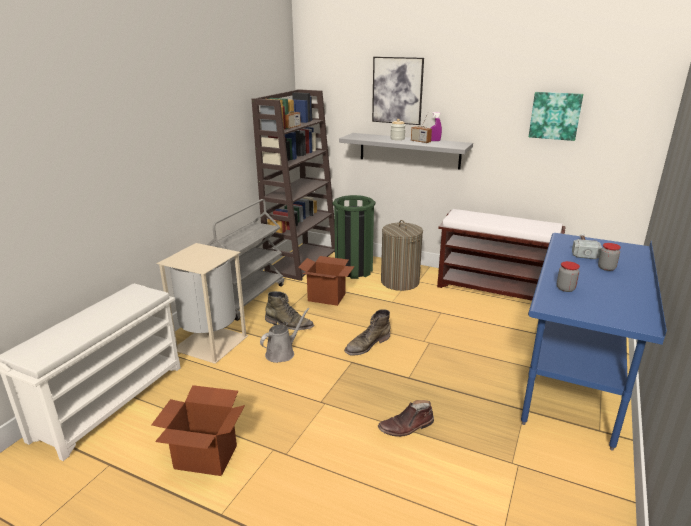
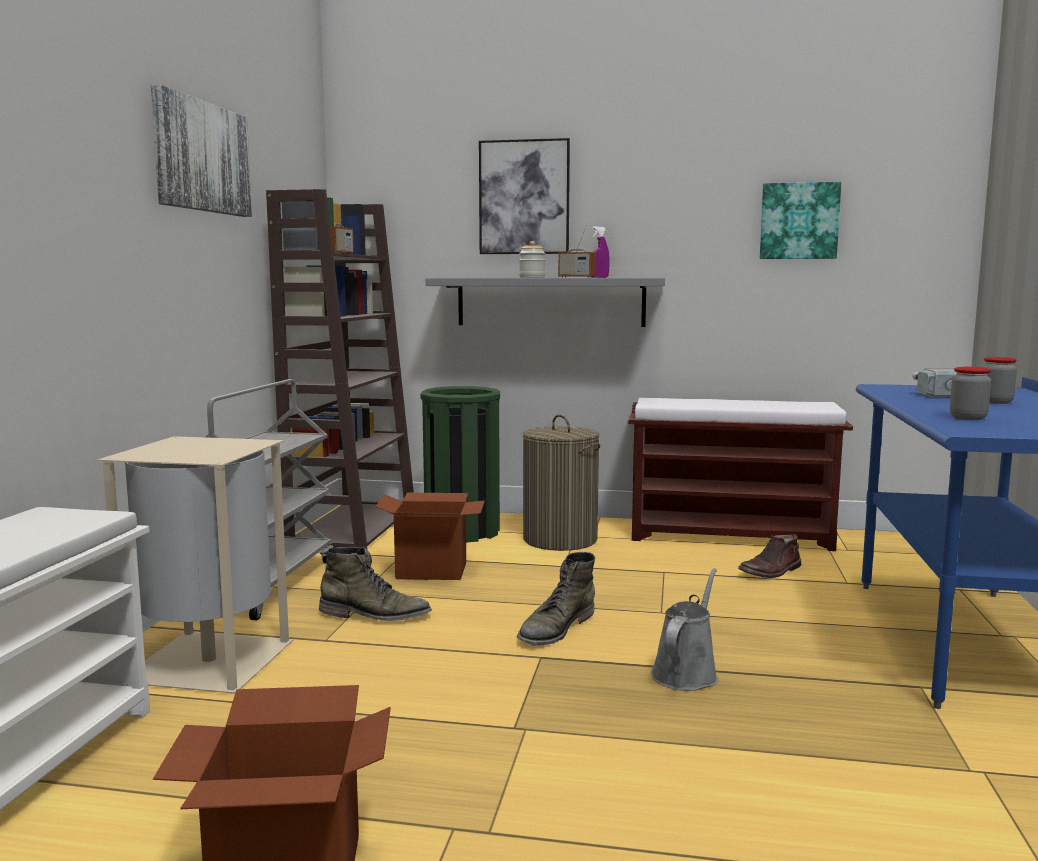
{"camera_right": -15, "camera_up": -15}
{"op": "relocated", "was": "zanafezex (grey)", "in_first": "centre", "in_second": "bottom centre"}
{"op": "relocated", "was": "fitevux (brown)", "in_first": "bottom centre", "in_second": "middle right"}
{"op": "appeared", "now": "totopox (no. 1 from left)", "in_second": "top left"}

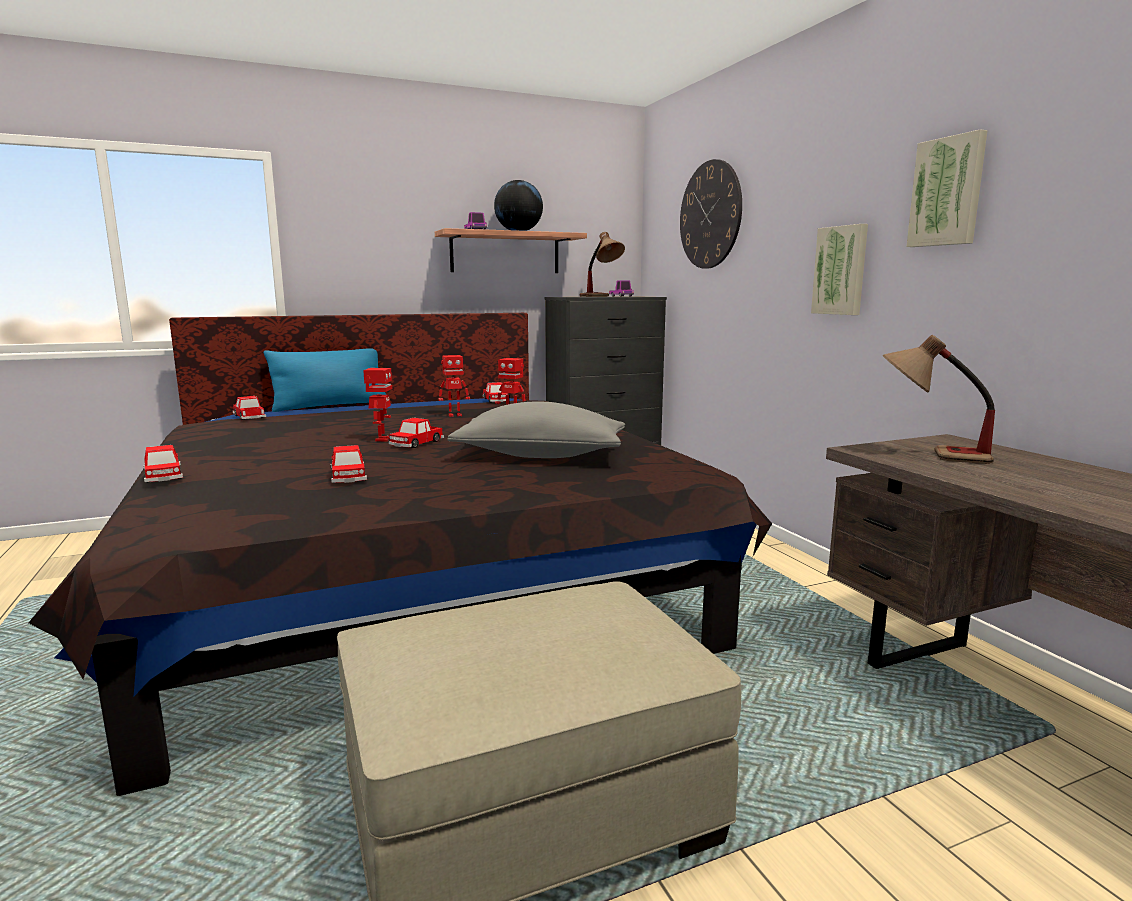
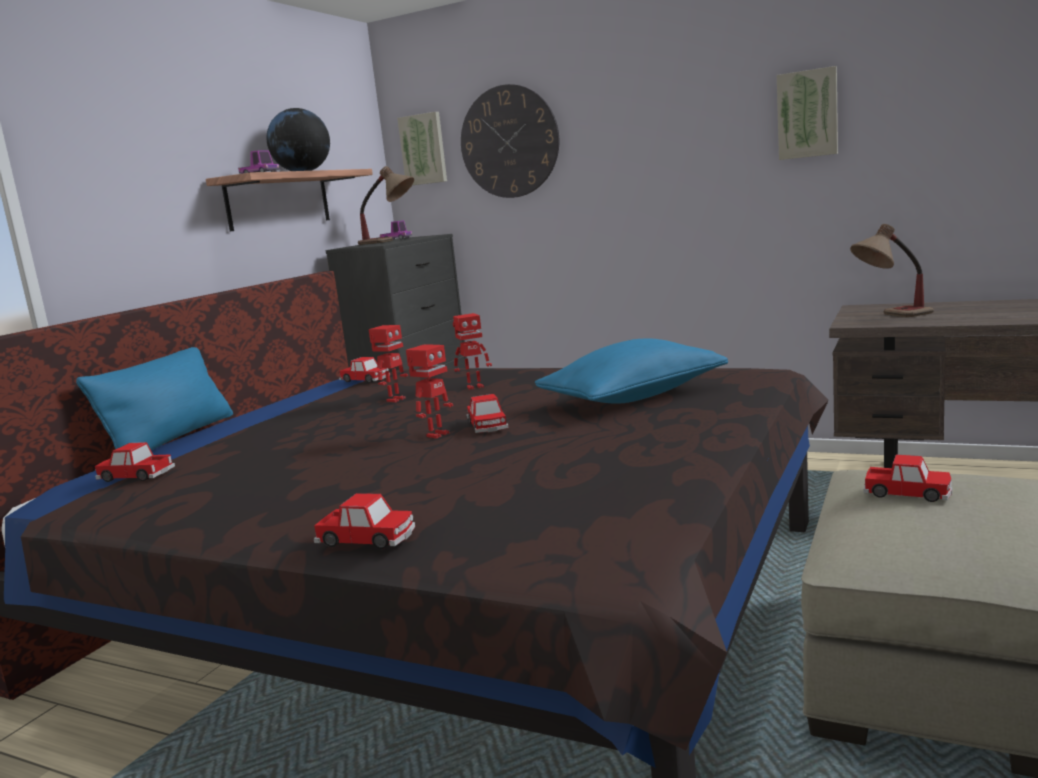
{"camera_right": -40, "camera_up": 0}
{"op": "relocated", "was": "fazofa (no. 3 from left in the first image)", "now": "fazofa (no. 5 from left)", "in_first": "middle left", "in_second": "middle right"}
{"op": "spun", "was": "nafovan (no. 1 from left in the first image)", "in_first": "middle left", "in_second": "centre", "clockwise": 75}
{"op": "colour", "was": "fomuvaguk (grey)", "now": "fomuvaguk (blue) (no. 2 from left)", "in_first": "centre", "in_second": "centre"}
{"op": "relocated", "was": "totopox (no. 1 from left)", "in_first": "top right", "in_second": "top centre"}

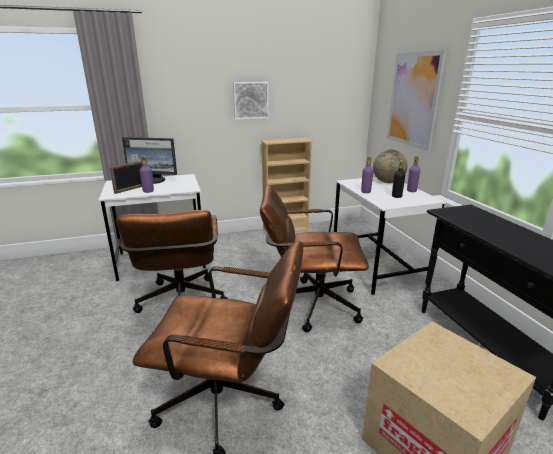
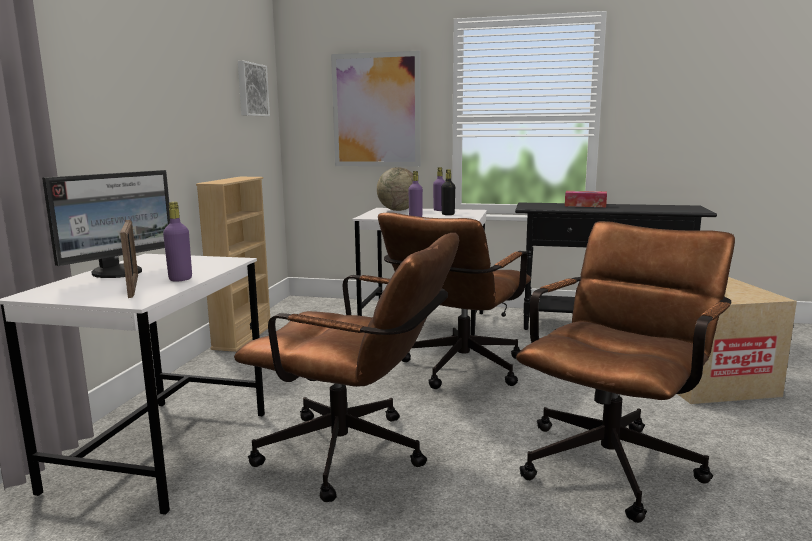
{"camera_right": -60, "camera_up": -10}
{"op": "relocated", "was": "totopox (no. 1 from left)", "in_first": "top centre", "in_second": "top left"}
{"op": "appeared", "now": "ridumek", "in_second": "middle right"}

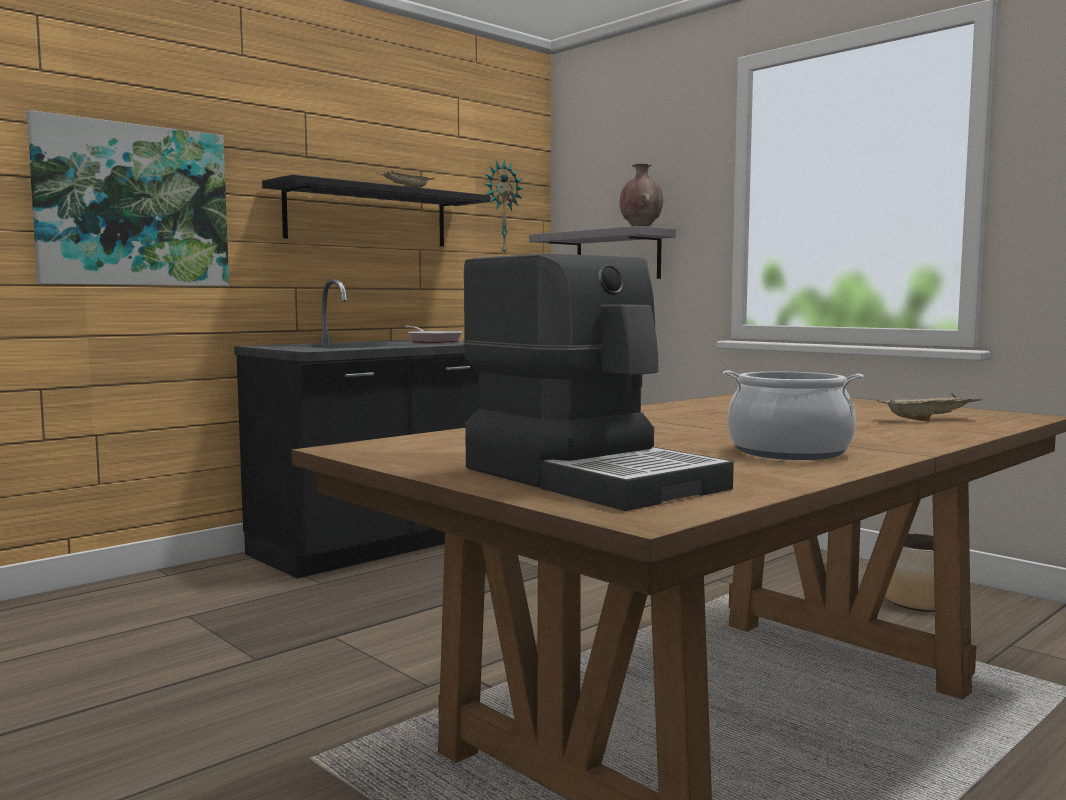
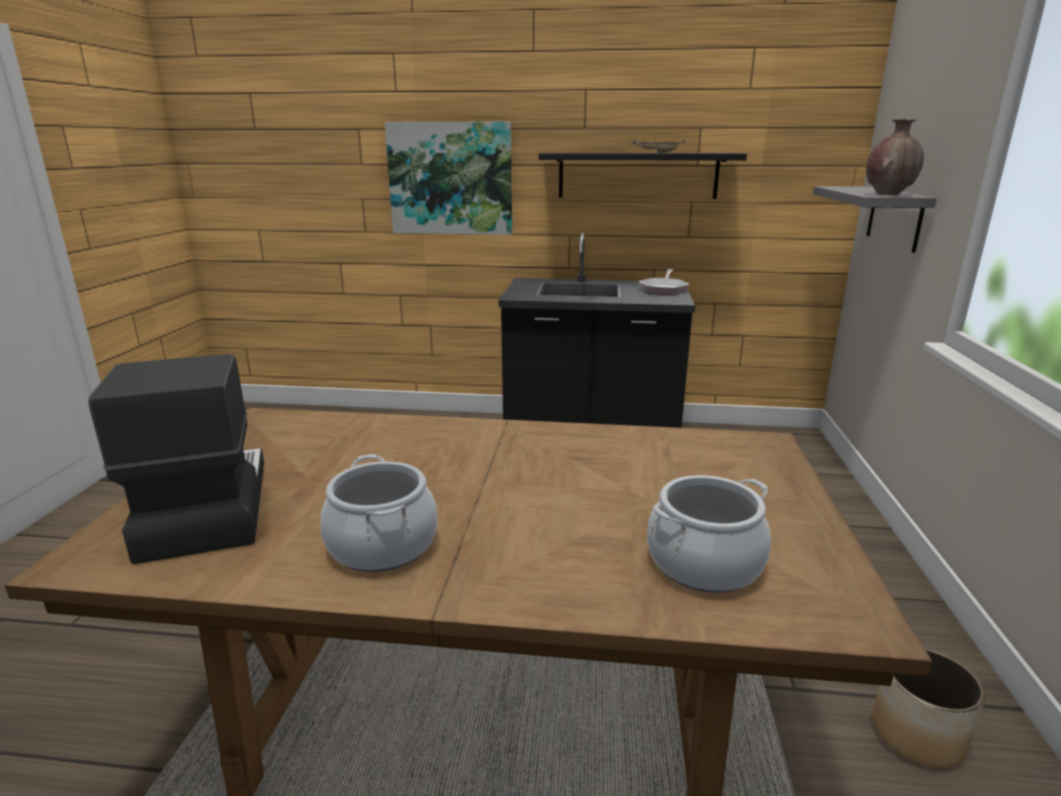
{"camera_right": 50, "camera_up": 15}
{"op": "spun", "was": "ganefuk", "in_first": "centre", "in_second": "middle left", "clockwise": 150}
{"op": "missing", "was": "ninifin", "in_first": "top centre"}
{"op": "exchanged", "was": "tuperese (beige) (no. 2 from left)", "now": "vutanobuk (no. 2 from left)", "in_first": "middle right", "in_second": "bottom right"}

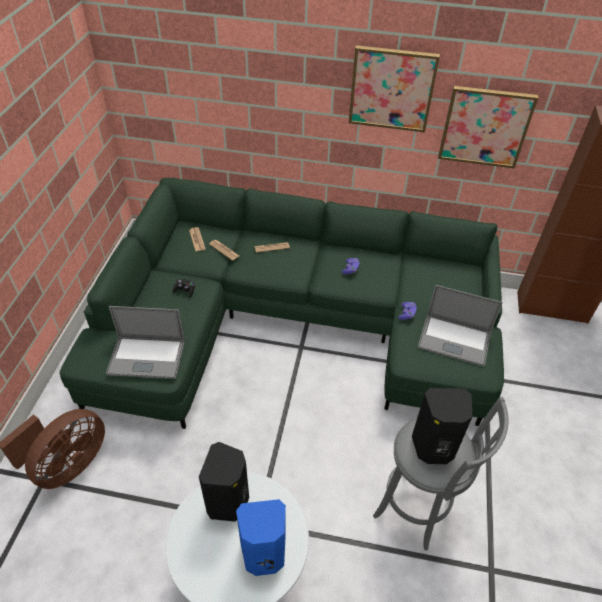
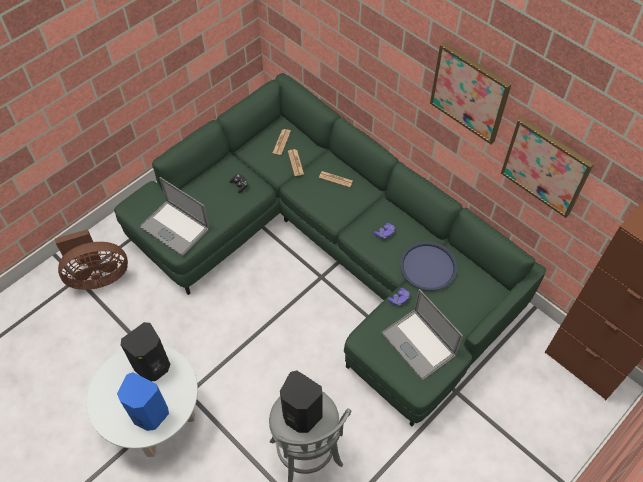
{"camera_right": 35, "camera_up": 10}
{"op": "appeared", "now": "tuperese (blue)", "in_second": "centre"}

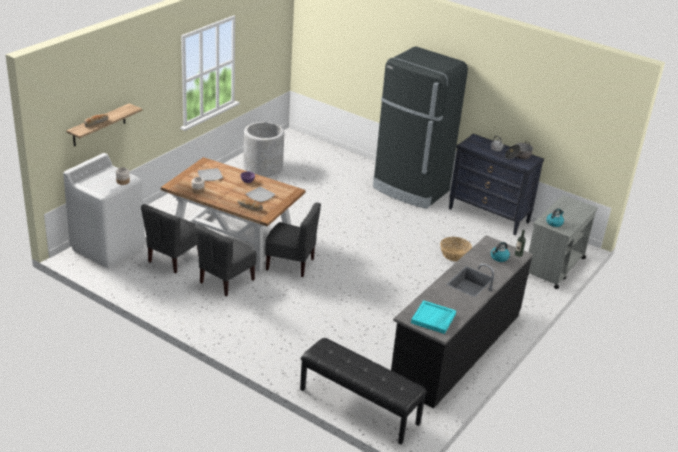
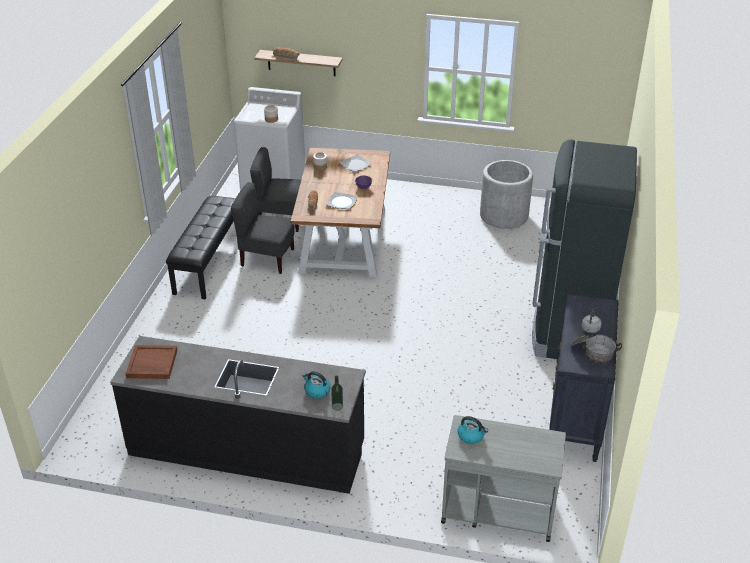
{"camera_right": 70, "camera_up": 5}
{"op": "missing", "was": "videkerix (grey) (no. 3 from left)", "in_first": "centre"}
{"op": "relocated", "was": "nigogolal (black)", "in_first": "bottom centre", "in_second": "middle left"}
{"op": "colour", "was": "tuperese (turquoise)", "now": "tuperese (brown)", "in_first": "bottom centre", "in_second": "middle left"}
{"op": "missing", "was": "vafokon", "in_first": "middle right"}

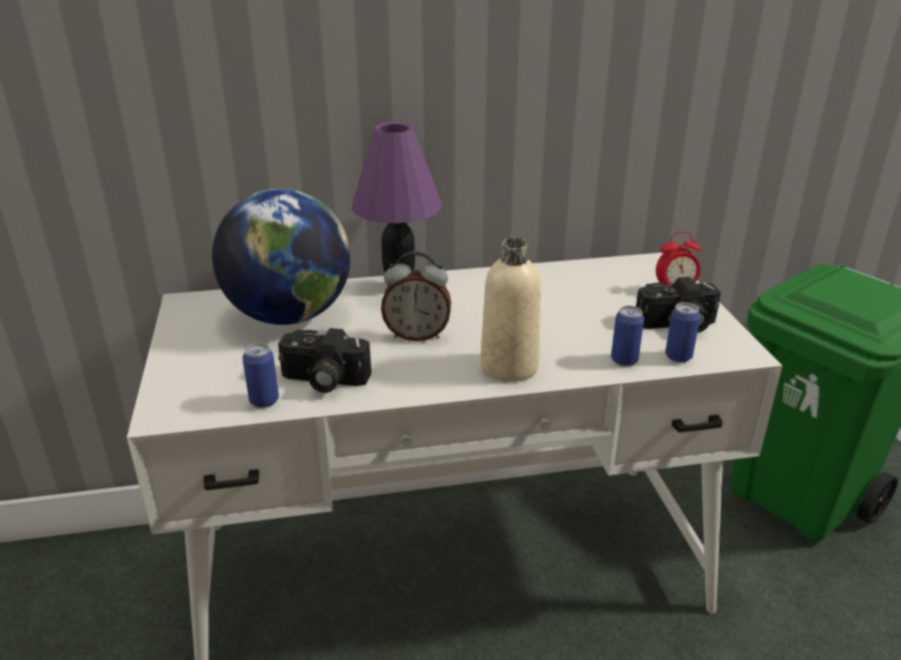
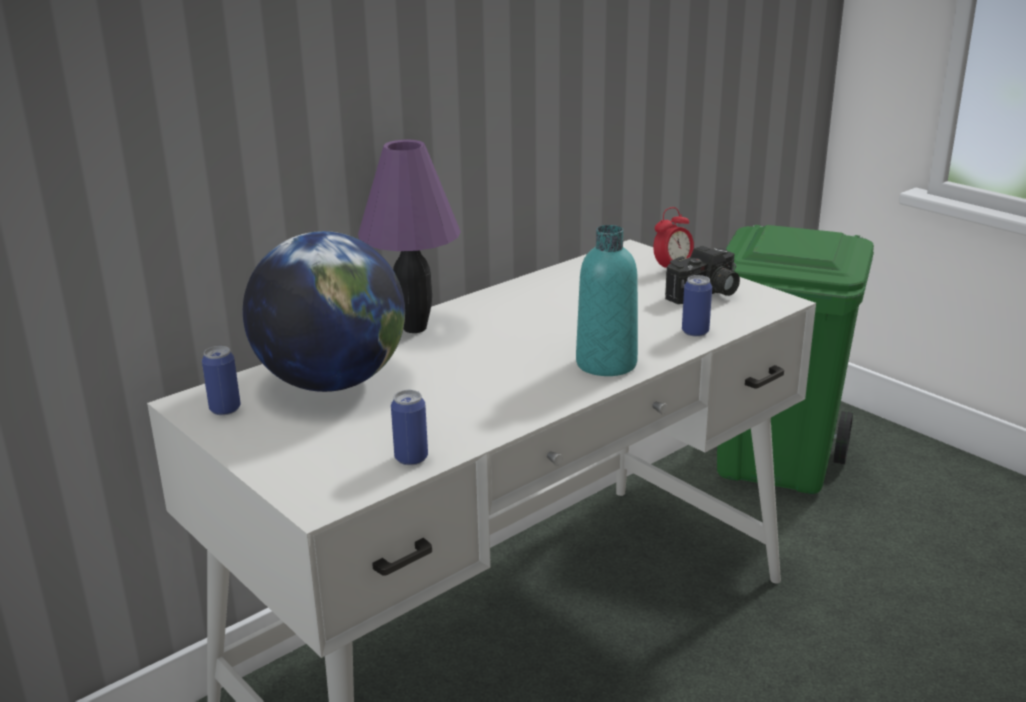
{"camera_right": -30, "camera_up": -5}
{"op": "missing", "was": "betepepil (no. 1 from left)", "in_first": "centre"}
{"op": "missing", "was": "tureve (no. 1 from left)", "in_first": "centre"}
{"op": "colour", "was": "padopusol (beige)", "now": "padopusol (turquoise)", "in_first": "centre", "in_second": "centre"}
{"op": "relocated", "was": "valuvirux (no. 3 from left in the first image)", "now": "valuvirux (no. 1 from left)", "in_first": "middle right", "in_second": "middle left"}

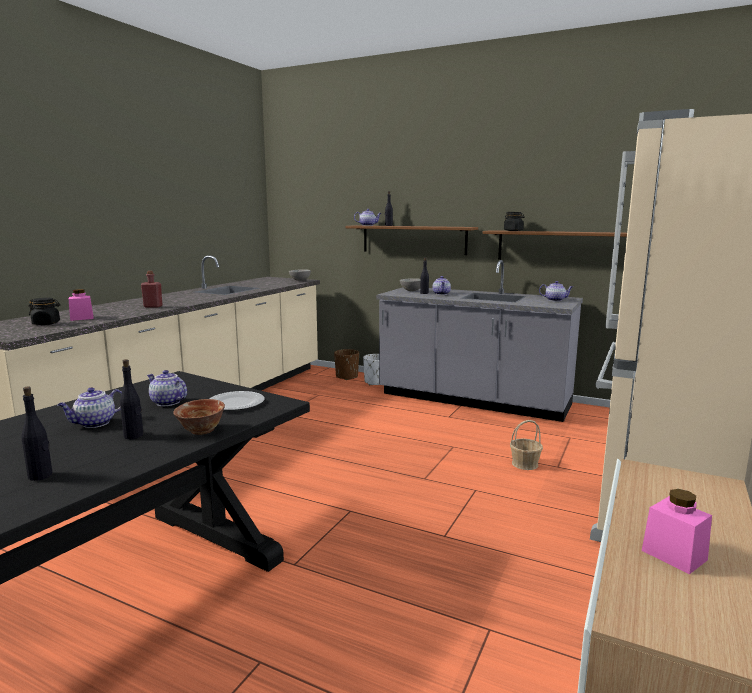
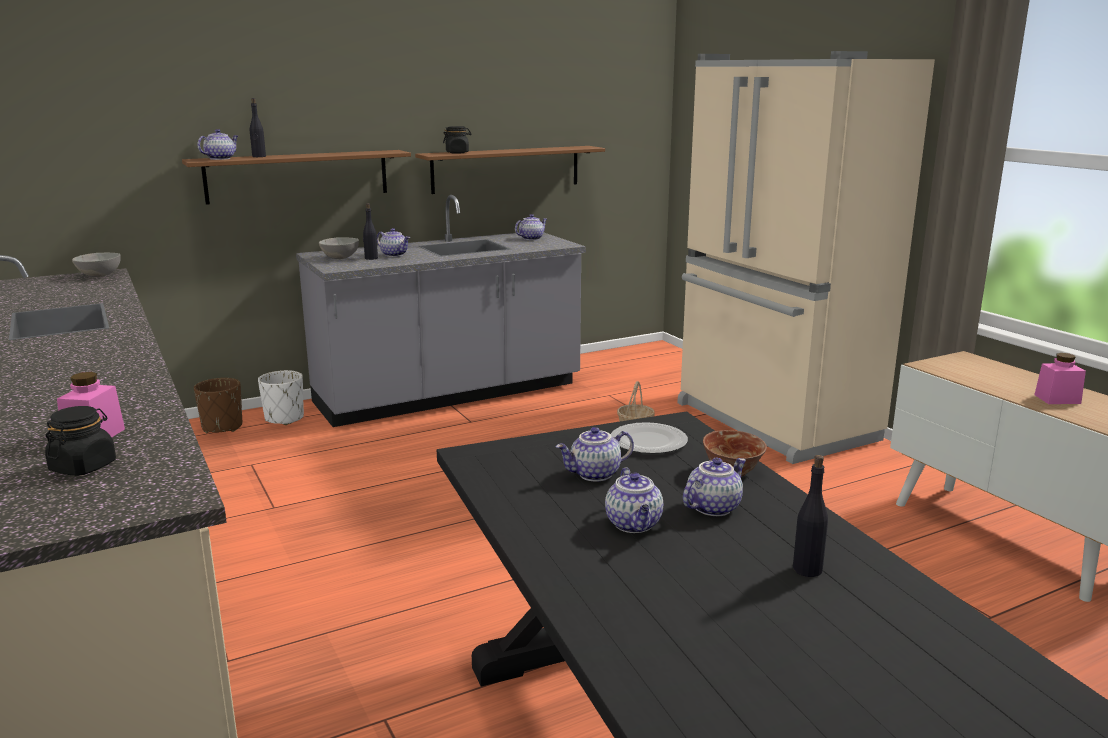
{"camera_right": -55, "camera_up": 5}
{"op": "exchanged", "was": "padopusol (black) (no. 2 from left)", "now": "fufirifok (no. 6 from left)", "in_first": "middle left", "in_second": "centre"}
{"op": "missing", "was": "padopusol (red)", "in_first": "middle left"}

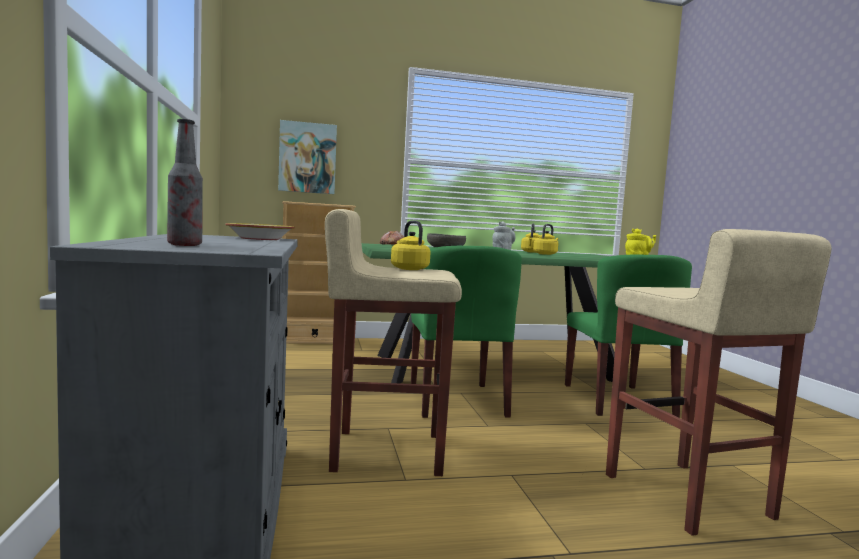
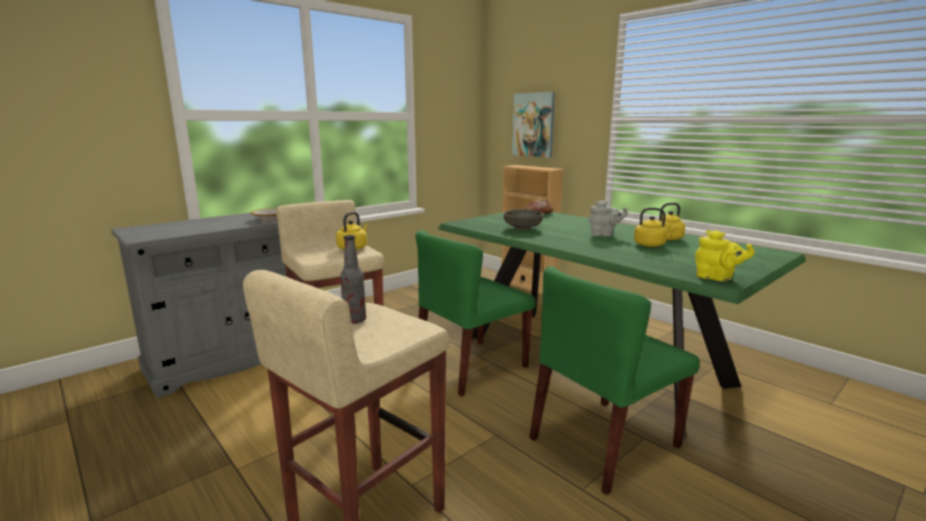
{"camera_right": 60, "camera_up": 10}
{"op": "relocated", "was": "padopusol", "in_first": "top left", "in_second": "centre"}

